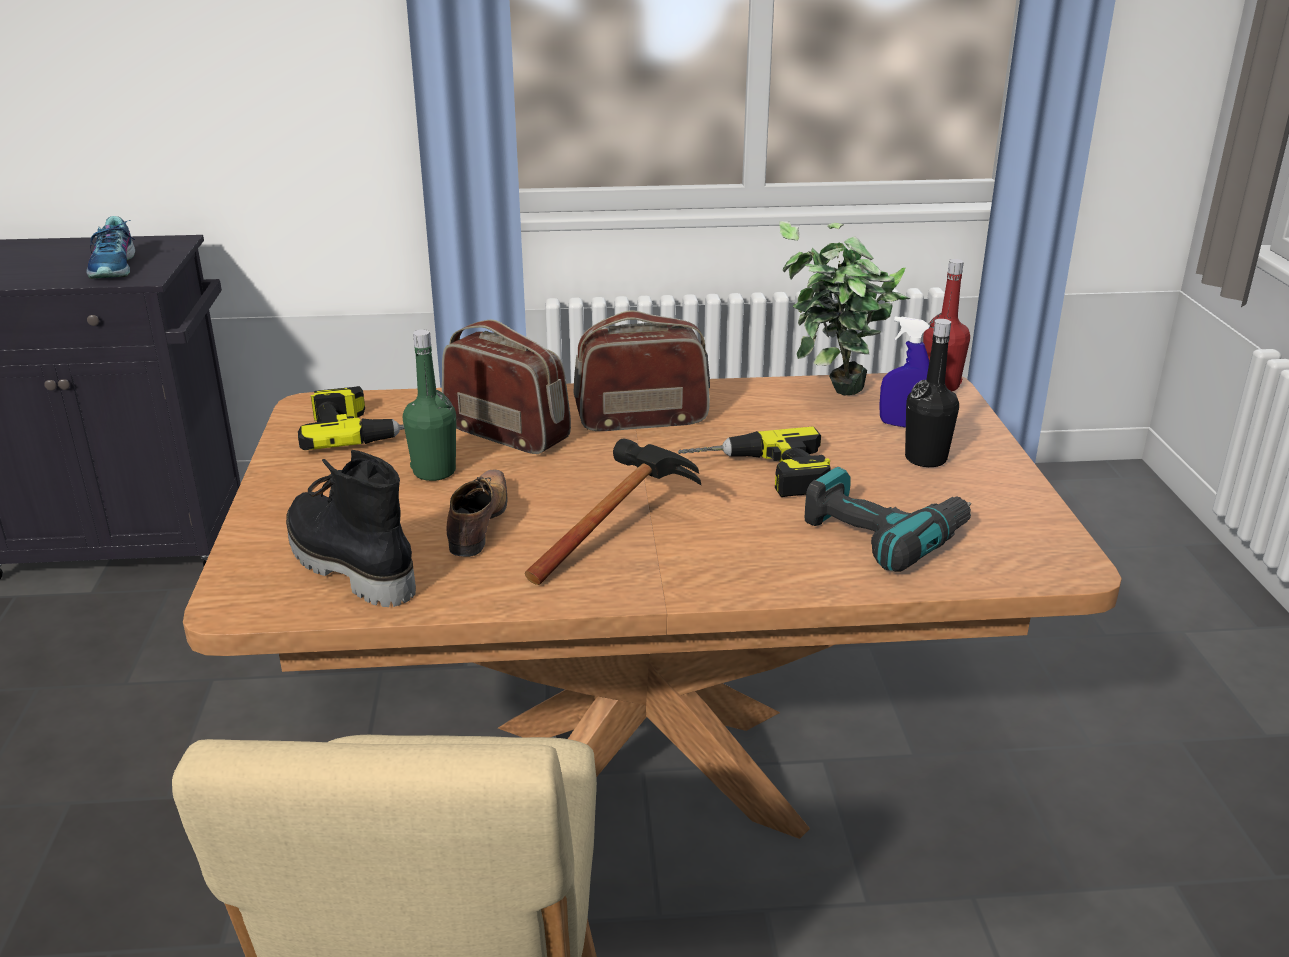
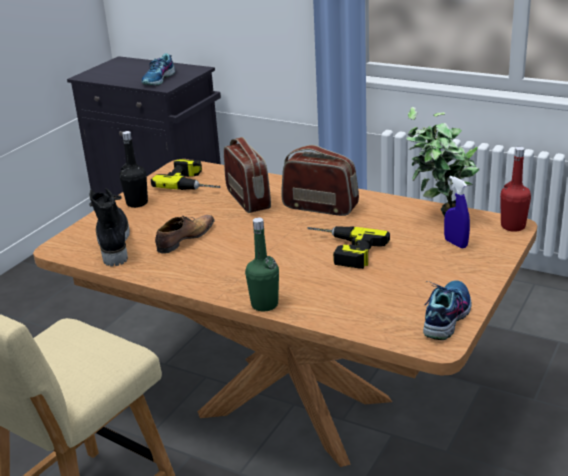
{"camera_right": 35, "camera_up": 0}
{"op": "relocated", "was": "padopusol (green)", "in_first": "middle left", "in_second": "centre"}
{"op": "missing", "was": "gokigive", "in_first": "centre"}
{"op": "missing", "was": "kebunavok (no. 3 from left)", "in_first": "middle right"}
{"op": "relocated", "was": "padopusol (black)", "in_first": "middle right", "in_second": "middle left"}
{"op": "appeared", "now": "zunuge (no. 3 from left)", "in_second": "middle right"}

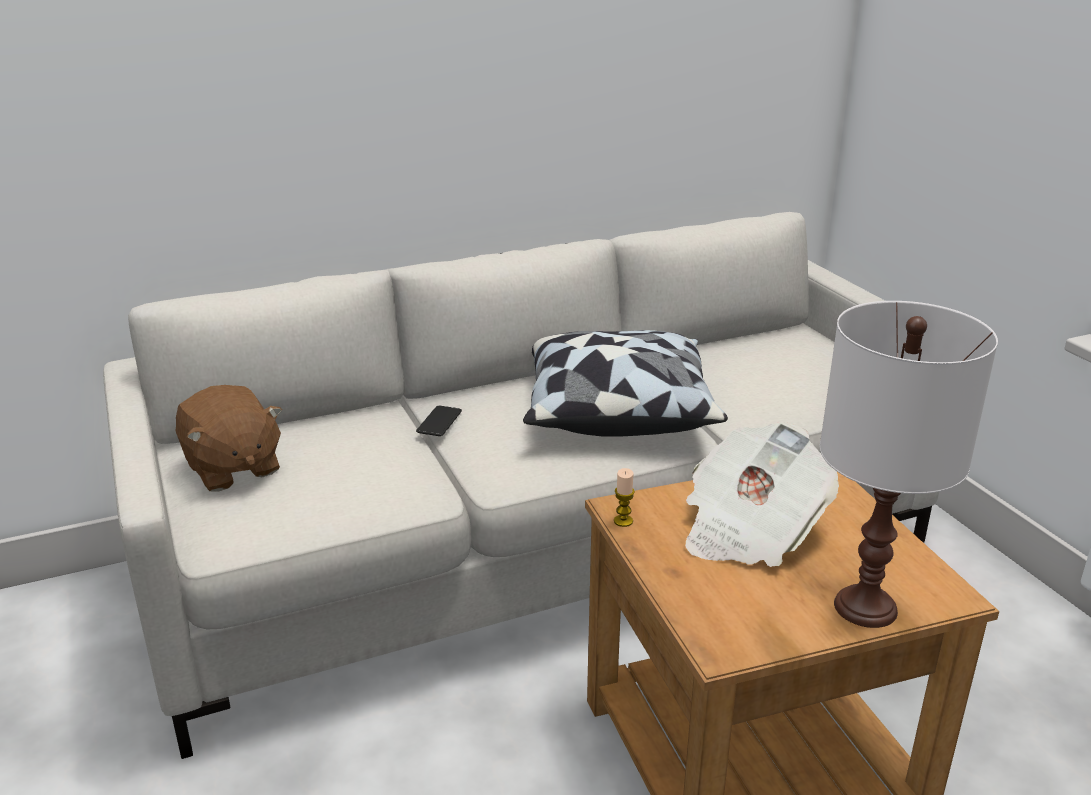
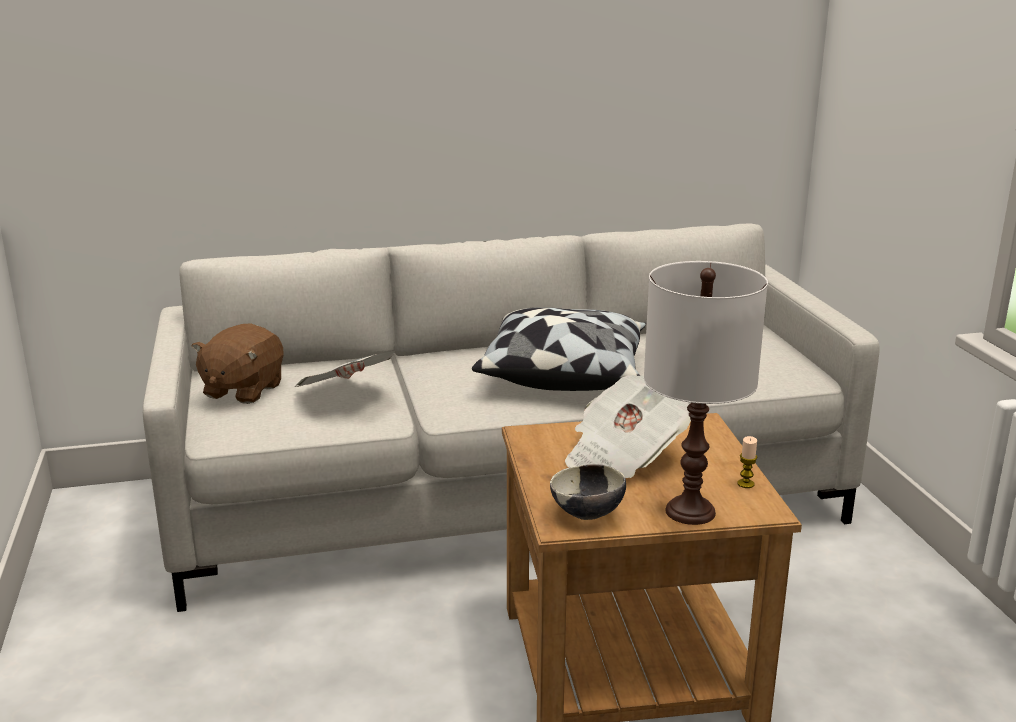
{"camera_right": 10, "camera_up": -5}
{"op": "spun", "was": "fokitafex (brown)", "in_first": "middle left", "in_second": "middle left", "clockwise": 45}
{"op": "missing", "was": "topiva", "in_first": "centre"}
{"op": "relocated", "was": "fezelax", "in_first": "centre", "in_second": "middle right"}
{"op": "appeared", "now": "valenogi (no. 1 from left)", "in_second": "centre"}
{"op": "appeared", "now": "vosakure", "in_second": "bottom centre"}

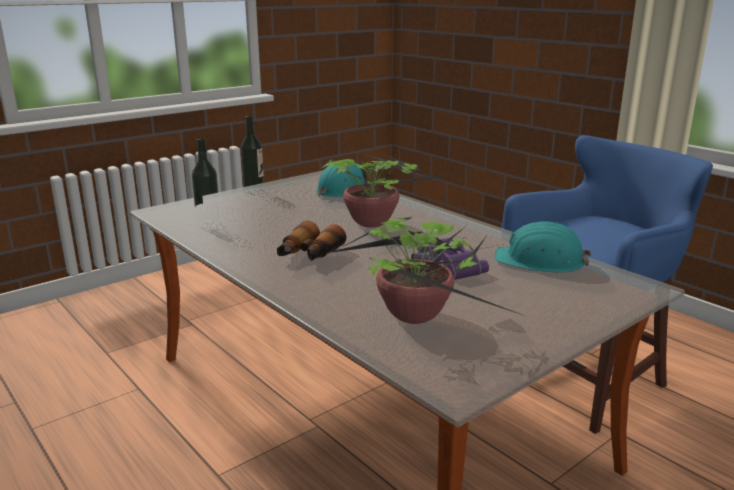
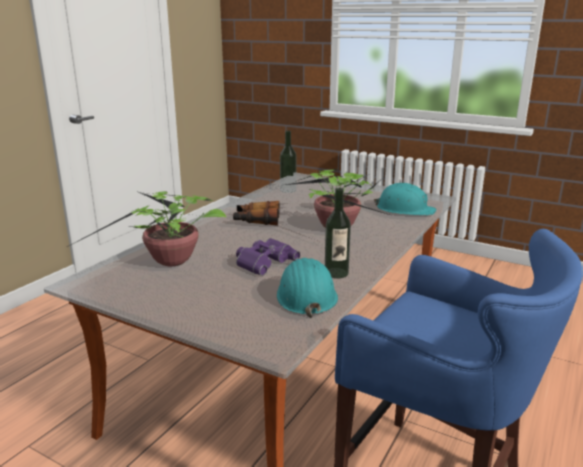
{"camera_right": 70, "camera_up": 0}
{"op": "relocated", "was": "padopusol (no. 2 from left)", "in_first": "top centre", "in_second": "centre"}

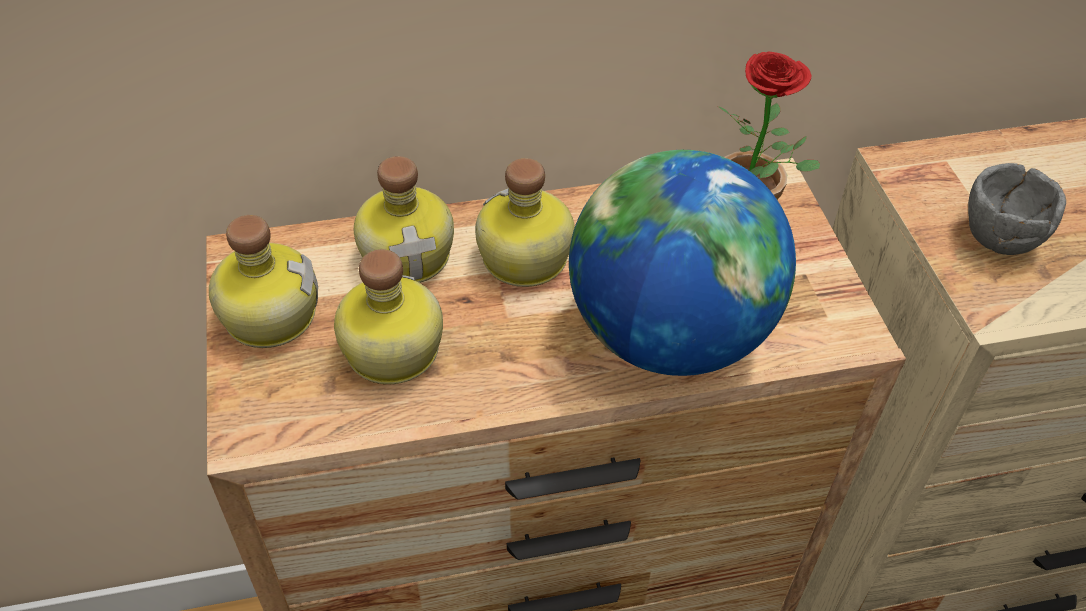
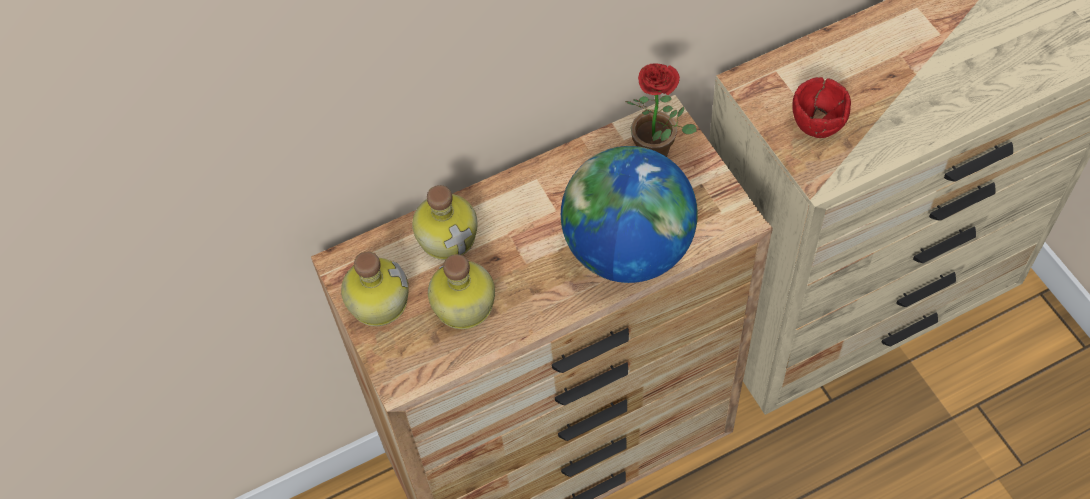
{"camera_right": -10, "camera_up": 10}
{"op": "missing", "was": "padopusol (no. 4 from left)", "in_first": "centre"}
{"op": "colour", "was": "vosakure (grey)", "now": "vosakure (red)", "in_first": "middle right", "in_second": "top right"}

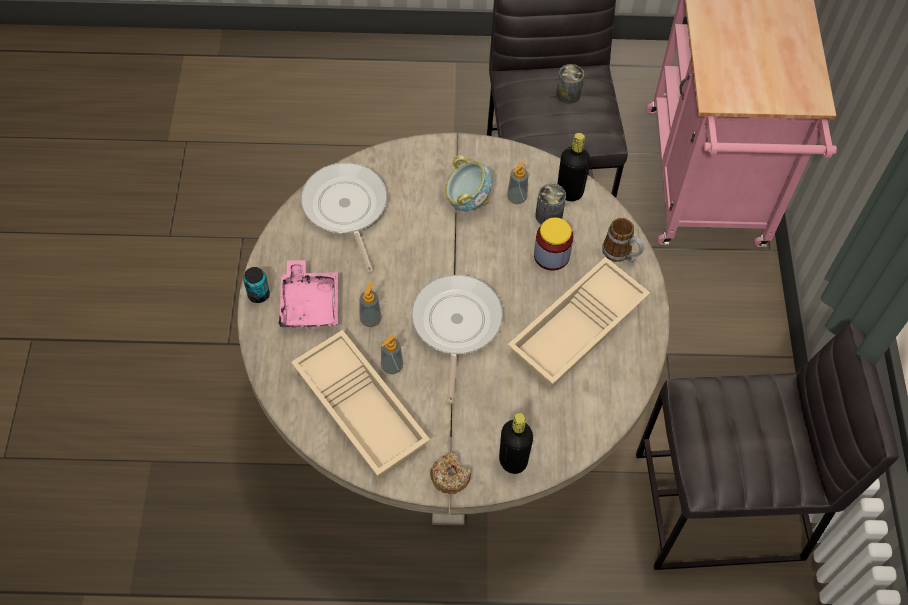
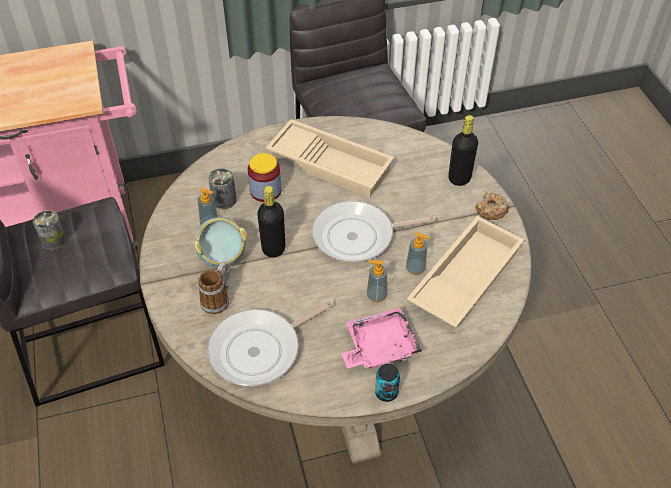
{"camera_right": -105, "camera_up": -10}
{"op": "relocated", "was": "padopusol (black) (no. 2 from left in the first image)", "now": "padopusol (black) (no. 1 from left)", "in_first": "top centre", "in_second": "centre"}
{"op": "relocated", "was": "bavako", "in_first": "middle right", "in_second": "middle left"}

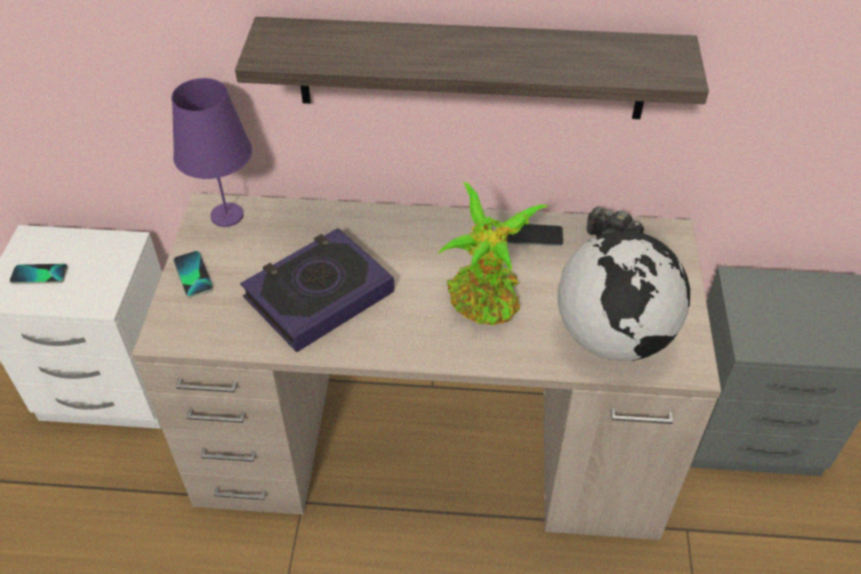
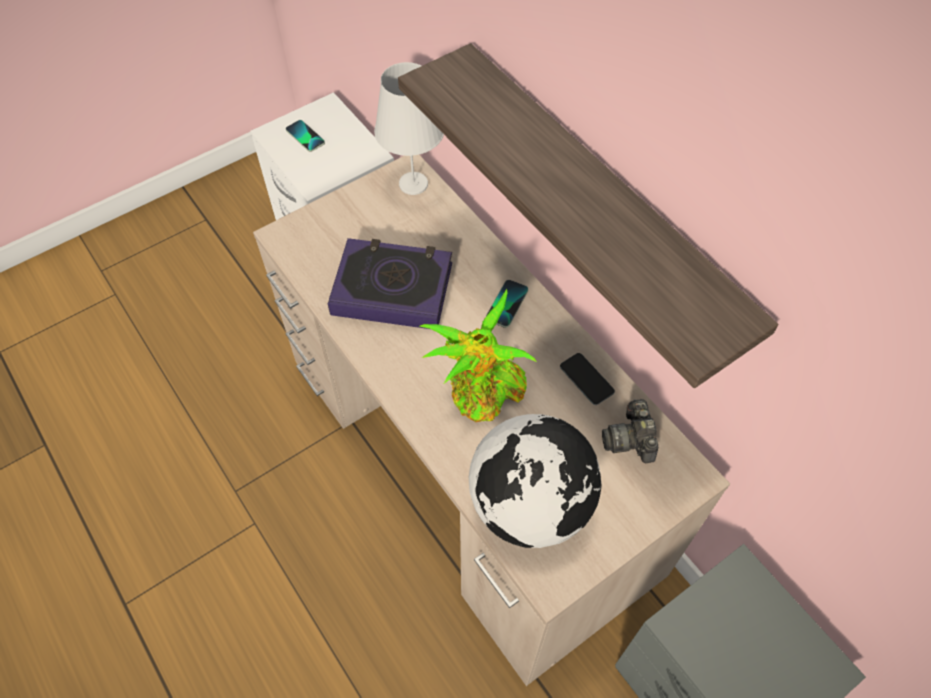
{"camera_right": 50, "camera_up": 10}
{"op": "colour", "was": "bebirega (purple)", "now": "bebirega (white)", "in_first": "top left", "in_second": "top centre"}
{"op": "relocated", "was": "topiva (no. 2 from left)", "in_first": "middle left", "in_second": "centre"}

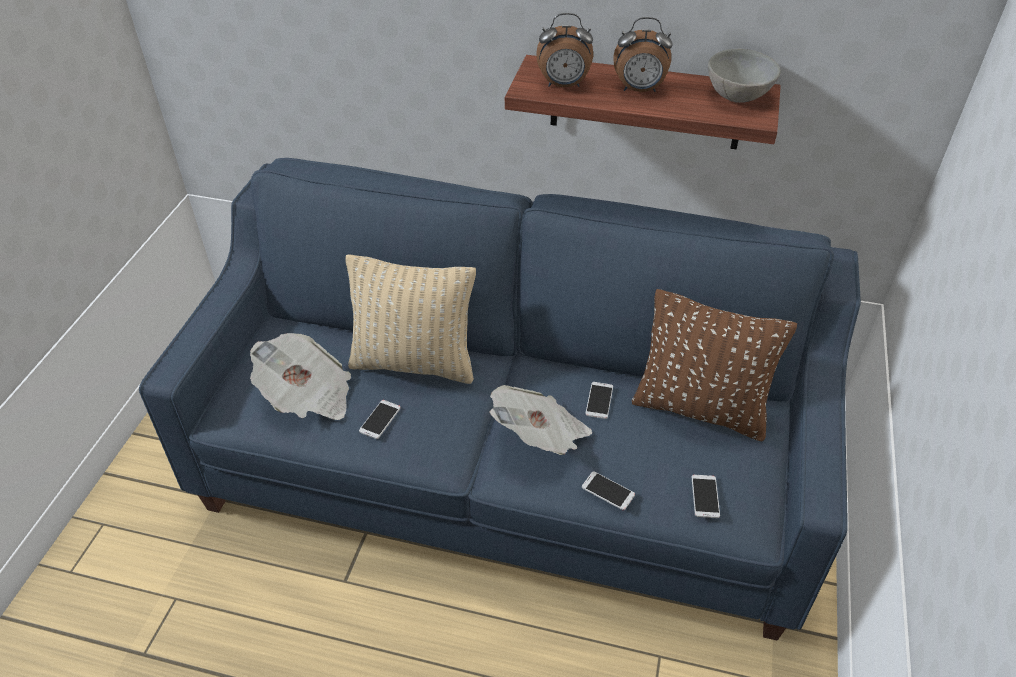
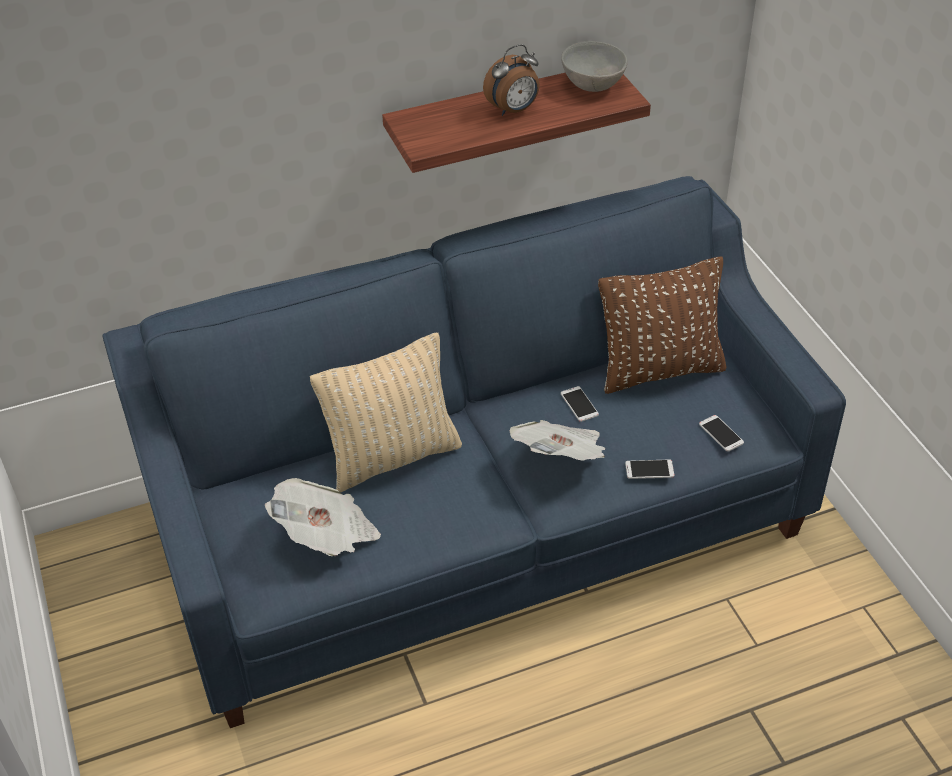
{"camera_right": -35, "camera_up": 0}
{"op": "missing", "was": "topiva (no. 1 from left)", "in_first": "centre"}
{"op": "missing", "was": "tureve (no. 1 from left)", "in_first": "top centre"}

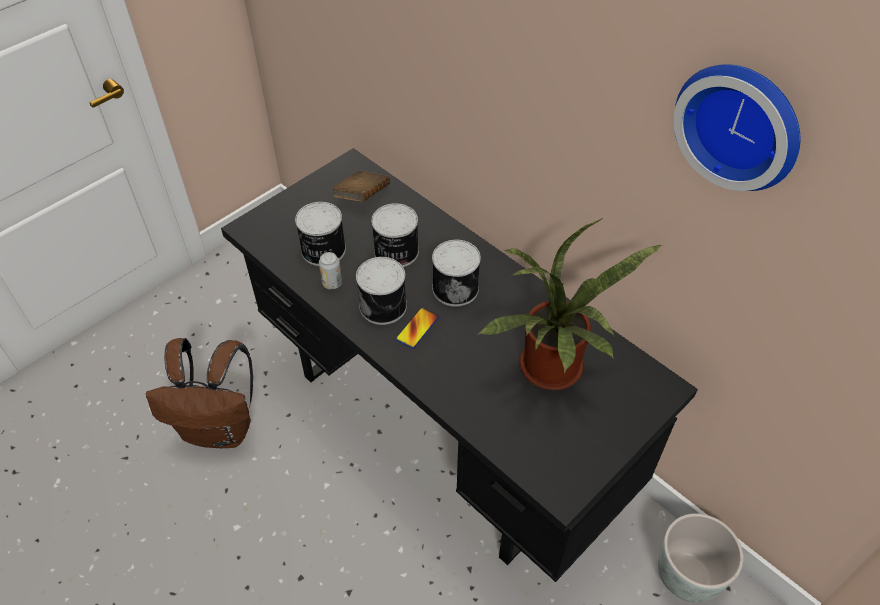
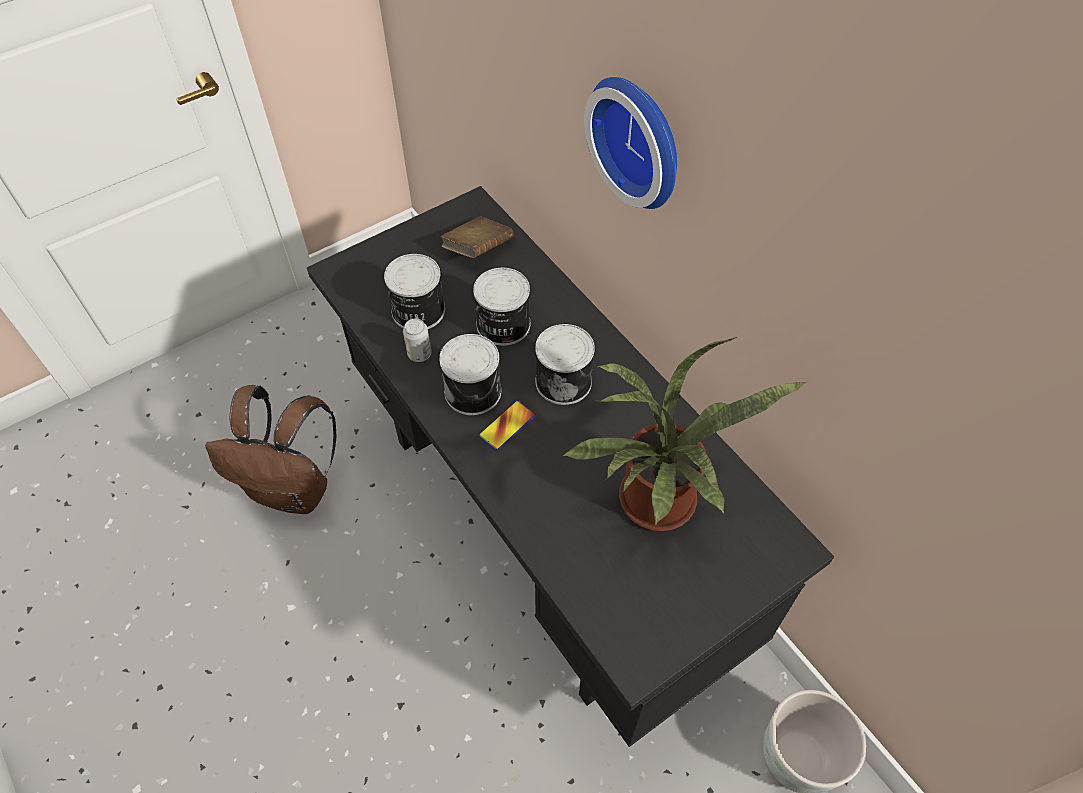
{"camera_right": 10, "camera_up": 5}
{"op": "relocated", "was": "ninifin", "in_first": "top right", "in_second": "top centre"}

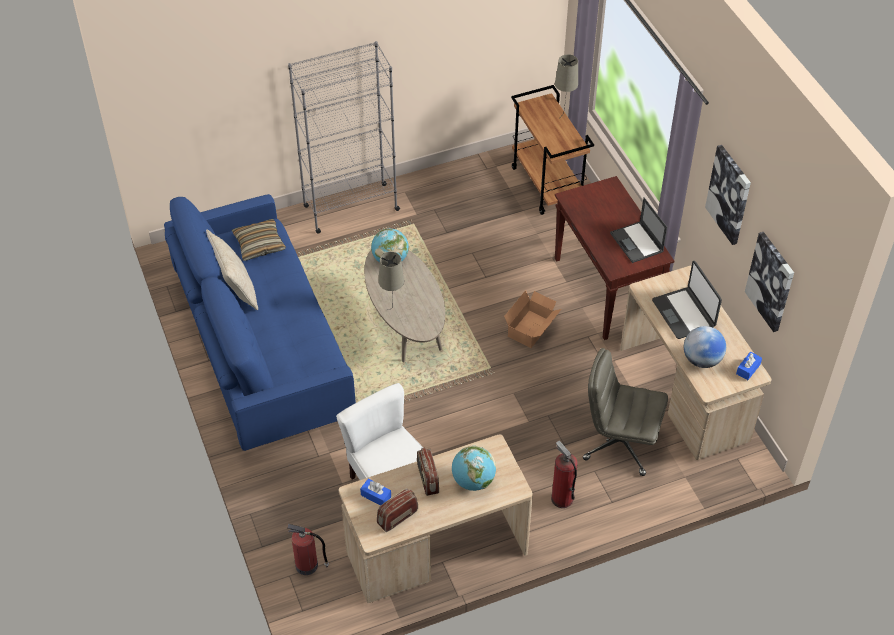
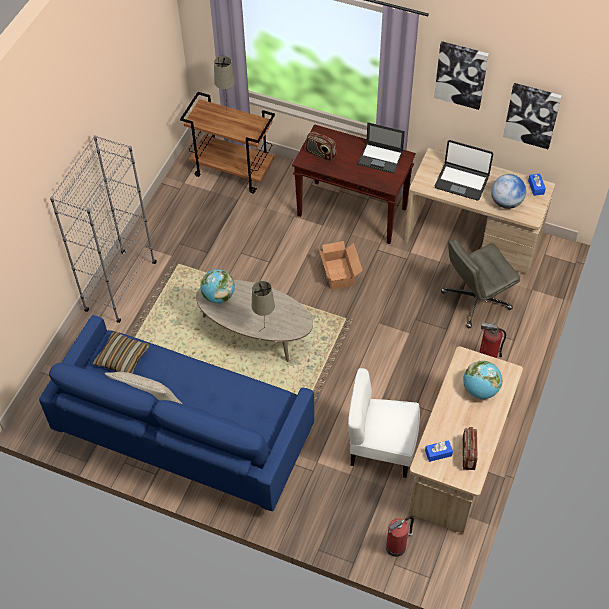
{"camera_right": -45, "camera_up": 5}
{"op": "relocated", "was": "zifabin (no. 2 from left in the first image)", "now": "zifabin (no. 1 from left)", "in_first": "bottom centre", "in_second": "top centre"}

